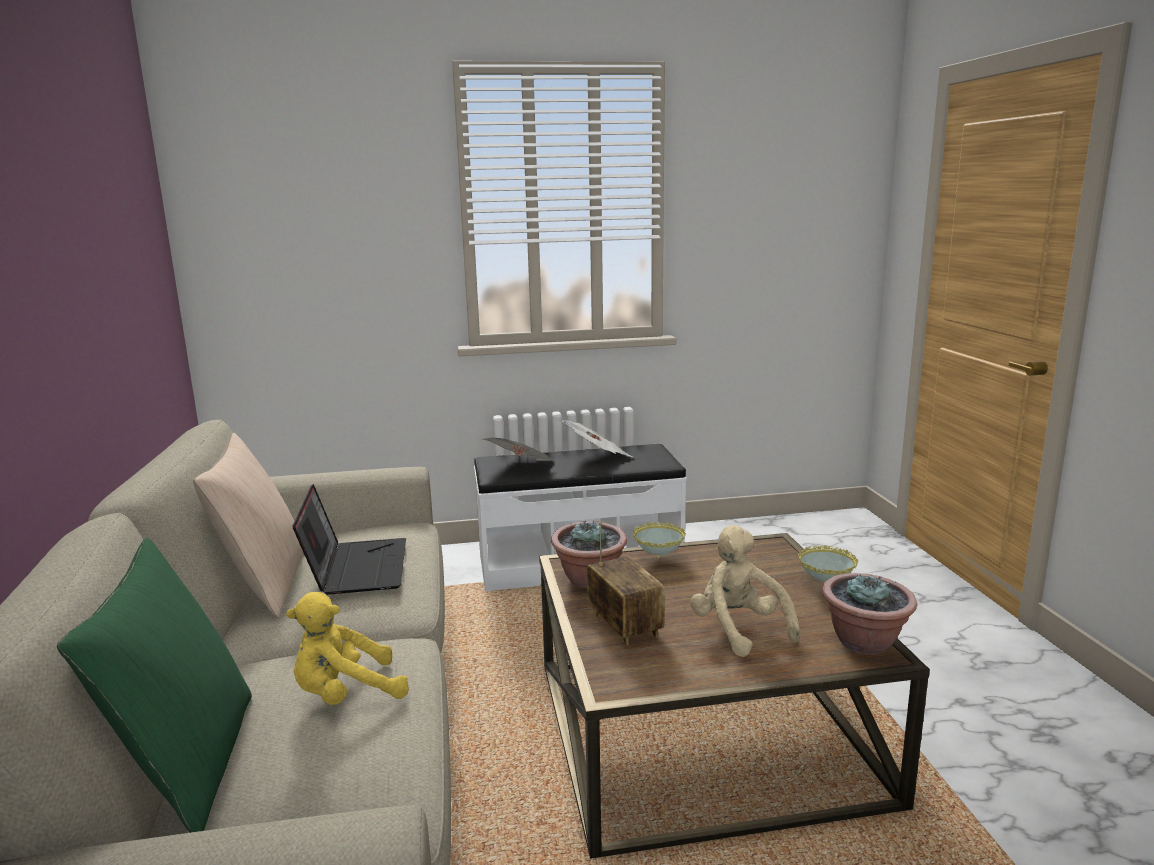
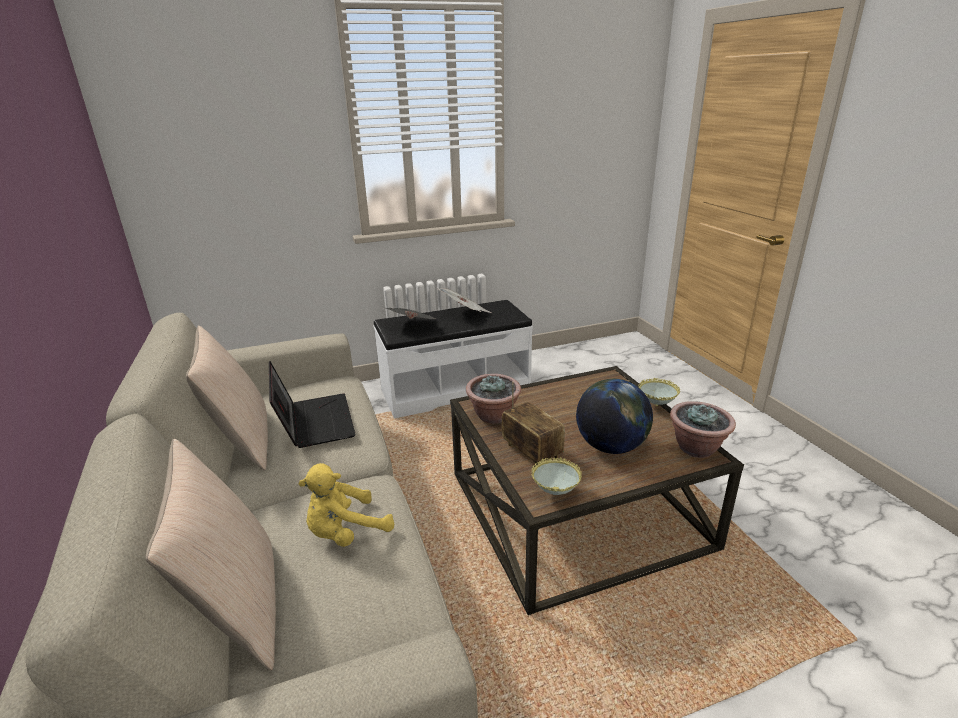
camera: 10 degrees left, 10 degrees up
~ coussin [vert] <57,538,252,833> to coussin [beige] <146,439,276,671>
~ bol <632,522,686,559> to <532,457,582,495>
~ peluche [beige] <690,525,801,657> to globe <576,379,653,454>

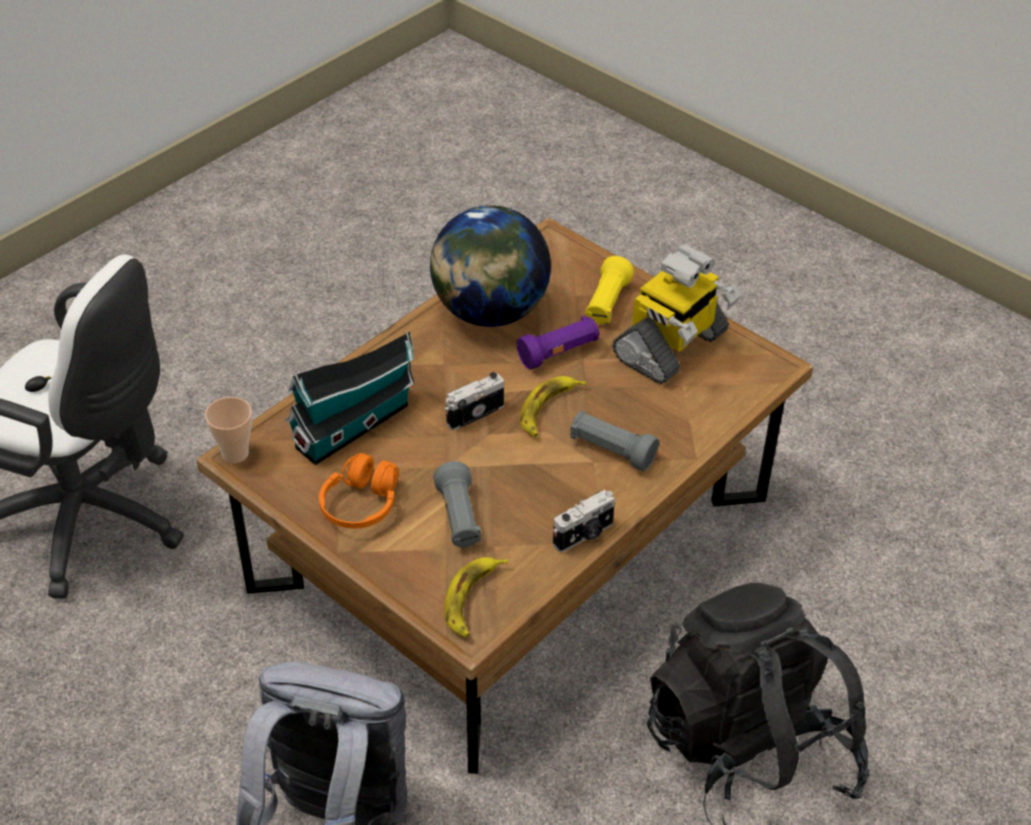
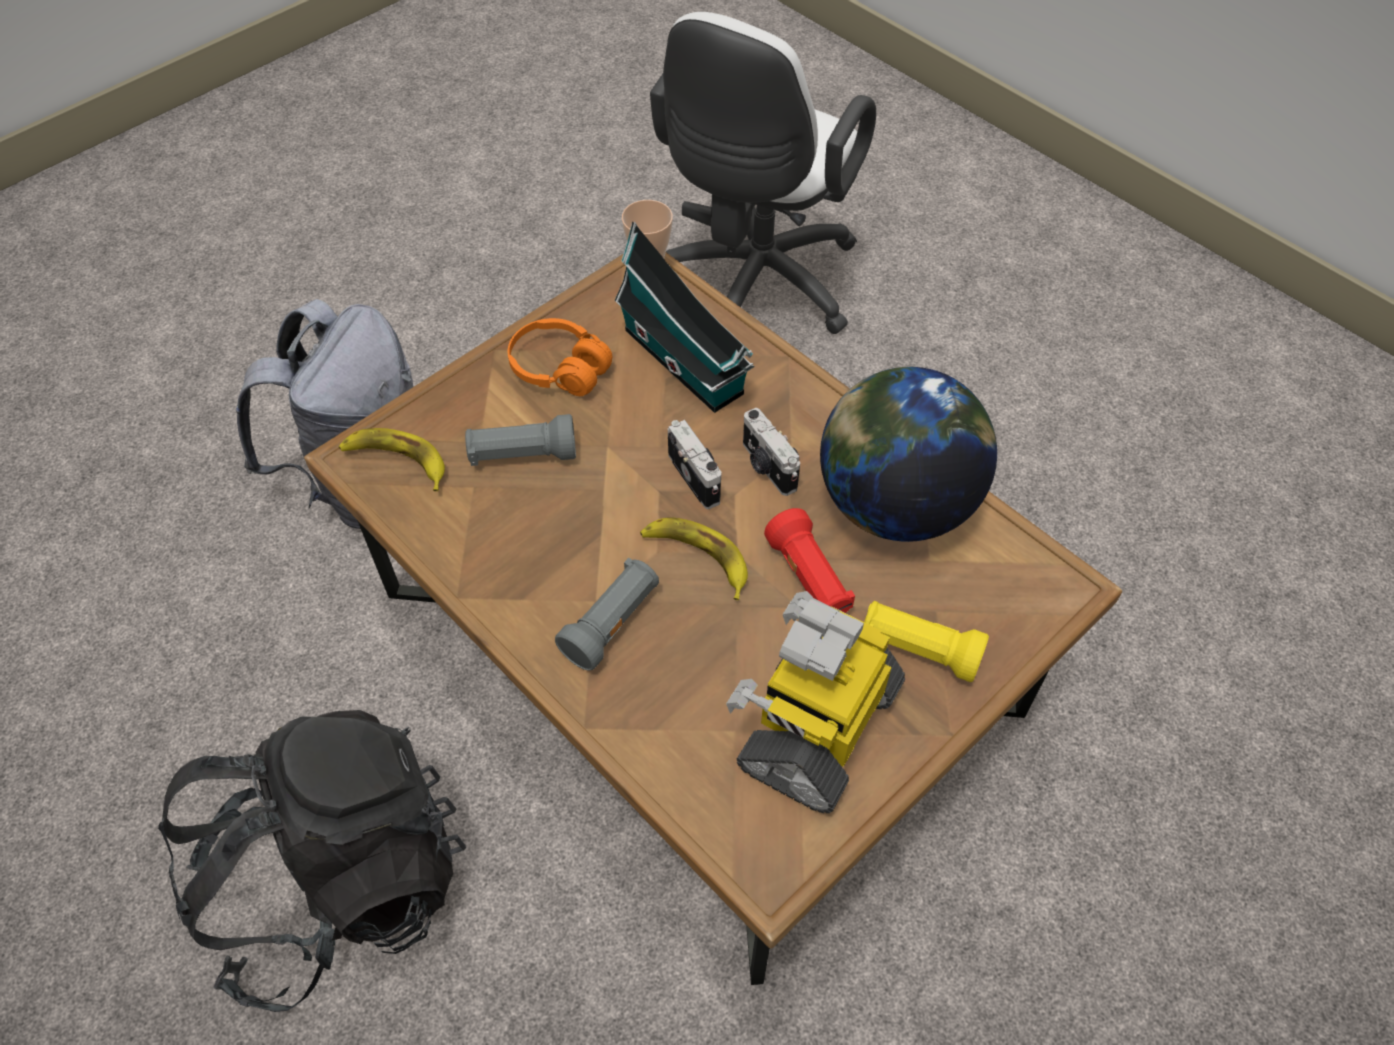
camera: 95 degrees right, 10 degrees up
~ robot jouet <612,244,741,384> = <726,591,905,813> 75 degrees clockwise
~ appareil photo <553,490,615,552> to <743,408,800,496>
~ lampe de poche [violet] <517,315,600,370> to lampe de poche [rouge] <764,508,855,613>

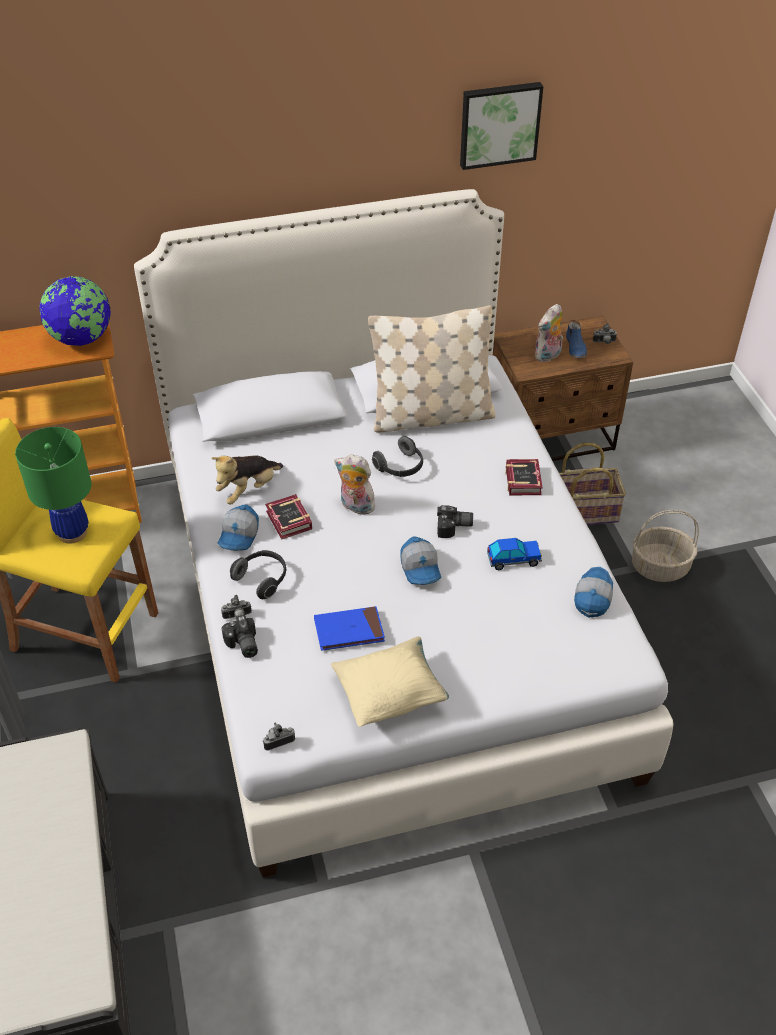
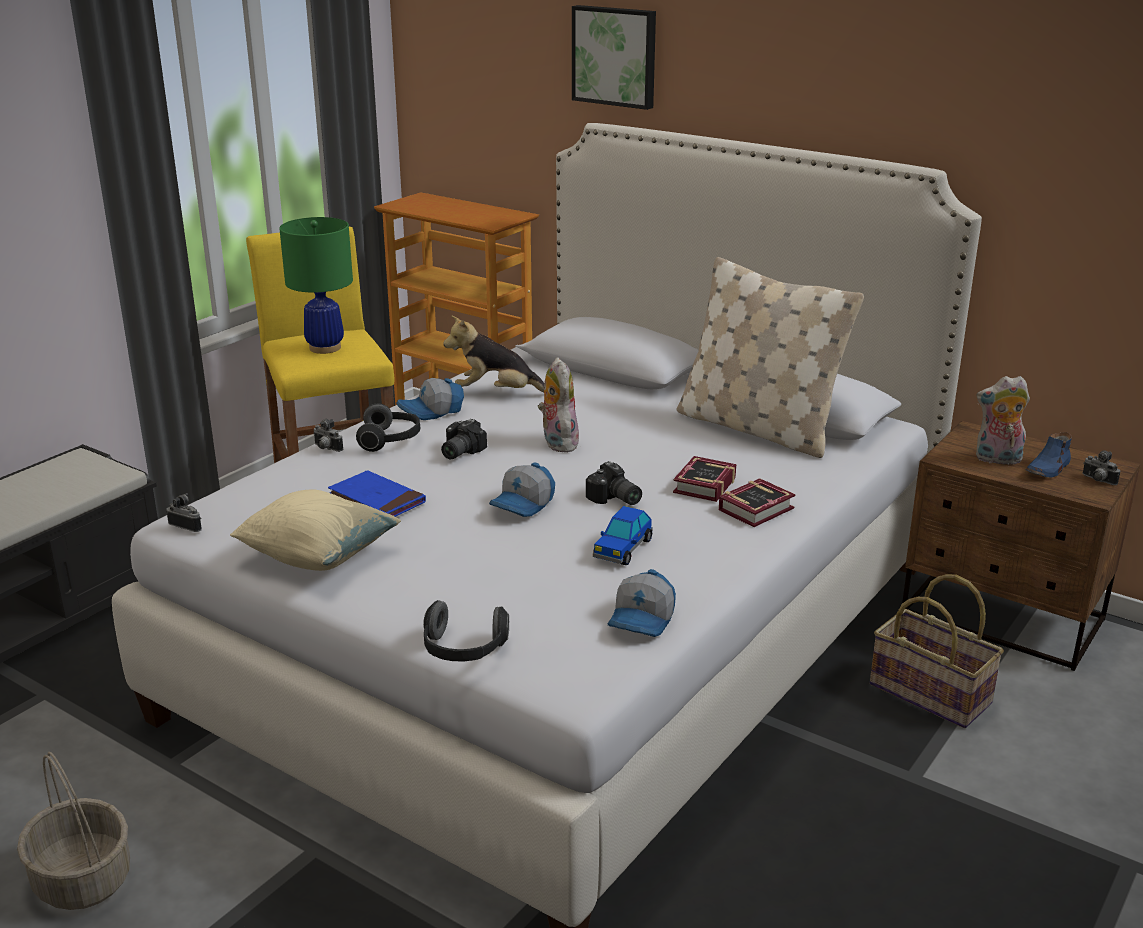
camera: 50 degrees right, 20 degrees down
~ panier <632,510,699,582> to <17,752,130,910>
~ casque audio <372,436,423,477> to <423,600,509,662>
~ appareil photo <222,615,258,658> to <441,419,487,459>
~ tableau <460,82,543,170> to <572,5,656,110>
~ petite voiture <487,538,542,570> = <593,506,652,565> 75 degrees clockwise
~ casquette <574,567,613,618> = <608,569,676,637> 135 degrees clockwise
~ livre <265,494,312,539> to <673,456,736,502>
- globe <40,276,111,346>

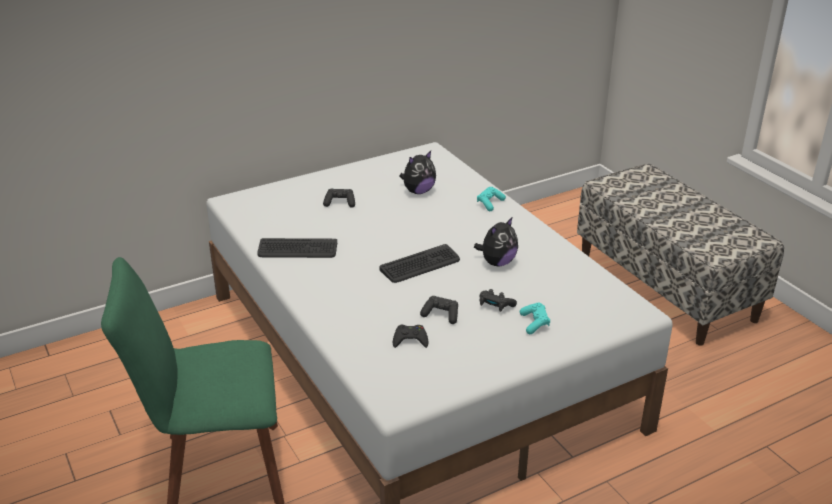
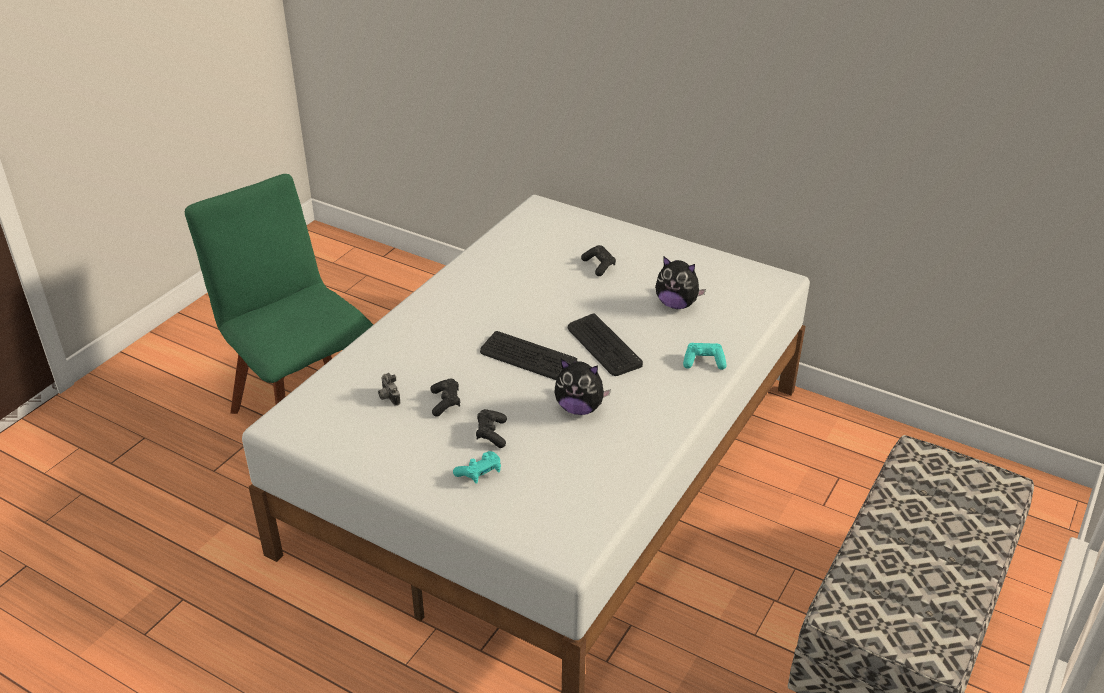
camera: 60 degrees right, 5 degrees up
~ manette [noir] <393,324,429,348> to appareil photo <378,373,401,406>
~ clavier <257,238,337,258> to <568,313,643,376>

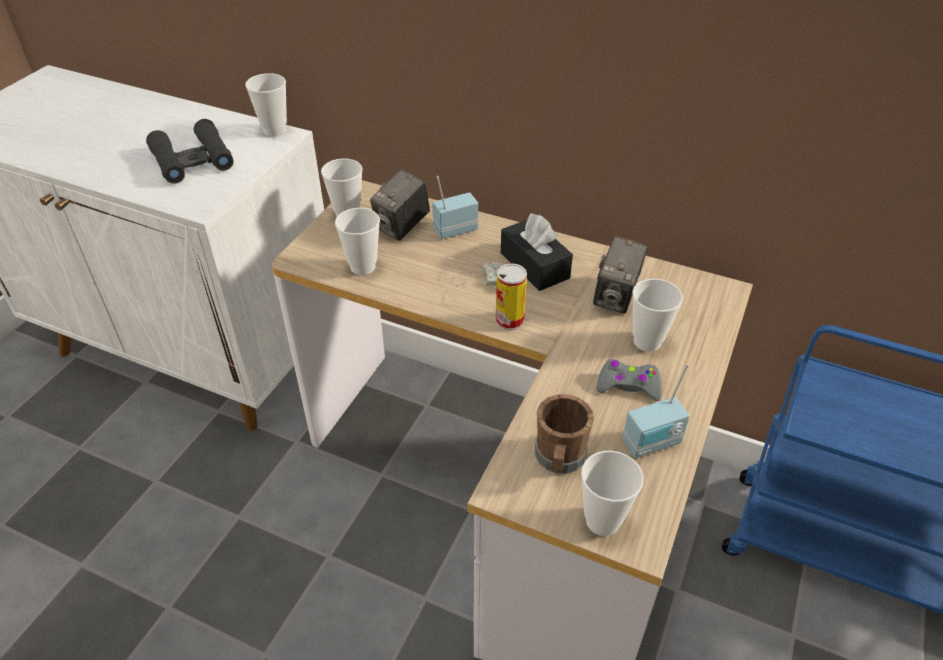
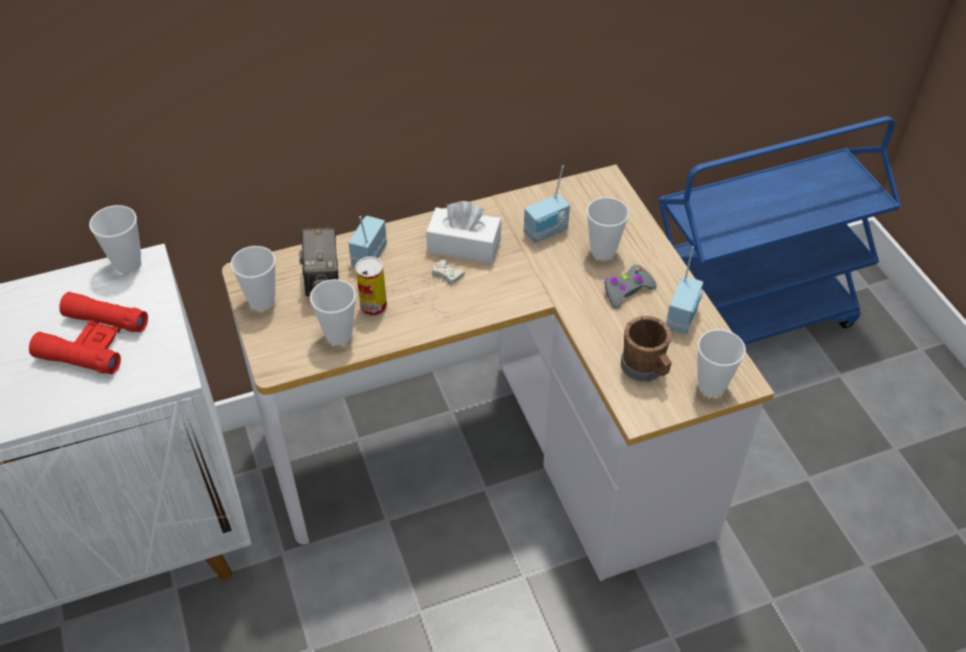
camera: 45 degrees left, 5 degrees up
~ jumelles [noir] <146,119,234,184> to jumelles [rouge] <29,292,148,374>
~ boîte métallique <496,263,527,330> to <355,256,387,317>
~ boîte à mouchoirs [noir] <501,213,573,291> to boîte à mouchoirs [blanc] <426,201,501,263>
~ appareil photo <593,236,648,314> to radio <524,165,570,243>

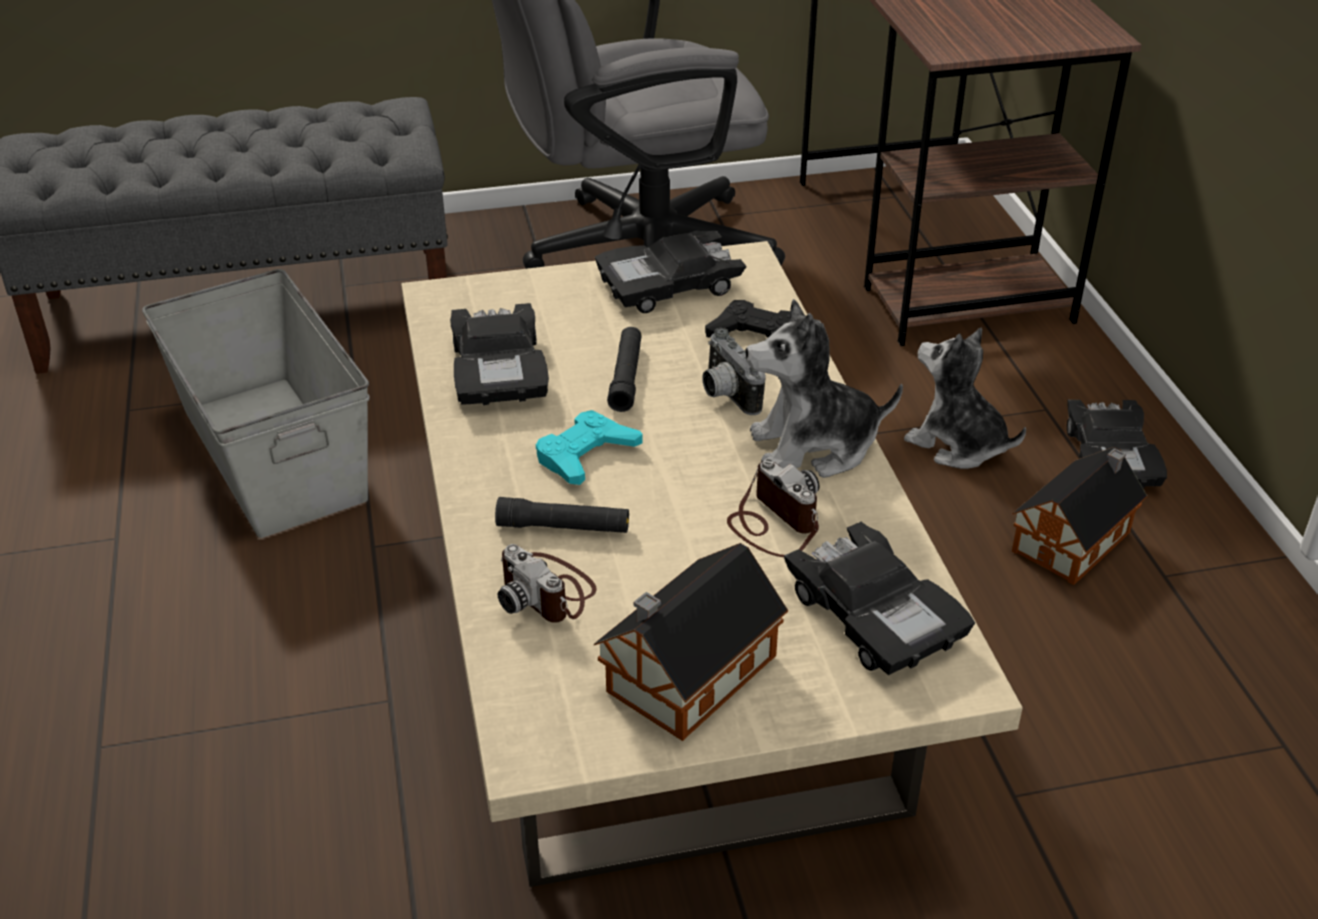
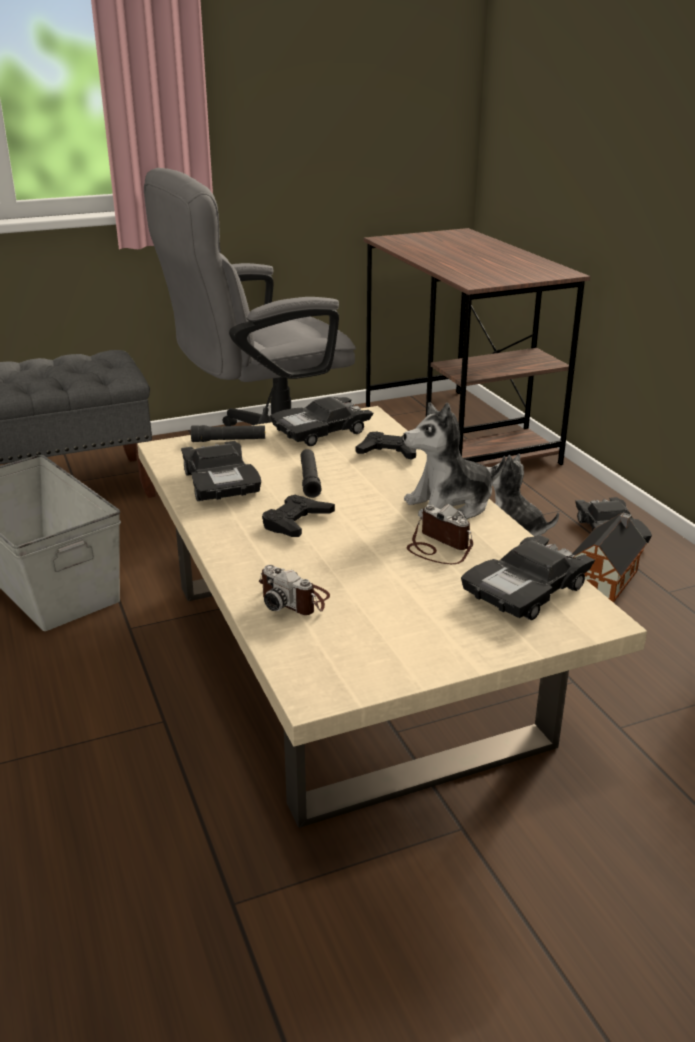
camera: 10 degrees left, 10 degrees down
~ lampe de poche [noir] <495,497,629,533> to <191,425,266,442>
~ manette [turquoise] <536,410,643,485> to manette [noir] <262,495,335,537>
~ petite voiture [noir] <784,522,975,675> = <461,535,595,620> 90 degrees clockwise
- maison miniature <594,543,788,741>
- appareil photo <702,328,766,415>

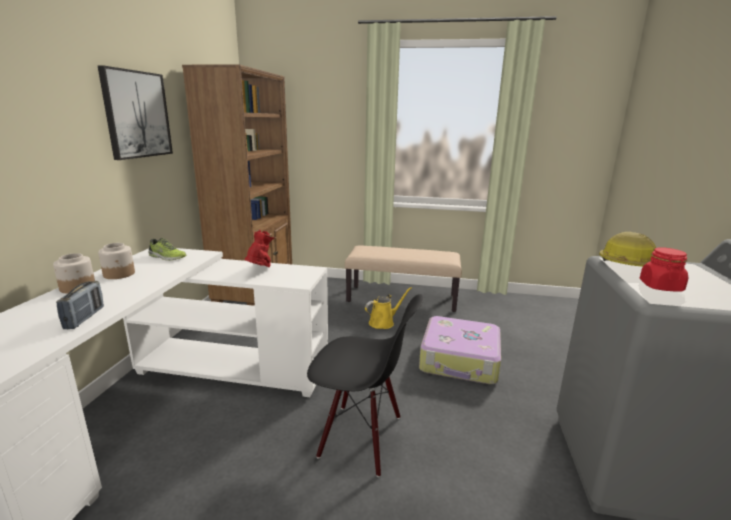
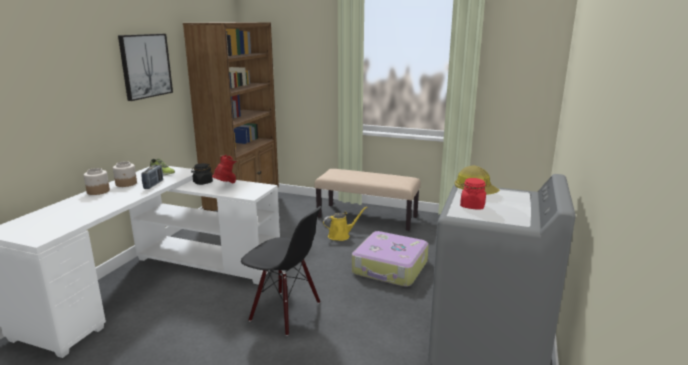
camera: 10 degrees right, 0 degrees up
~ radio <56,281,104,329> to <141,165,163,189>
+ bocal [noir] <191,163,213,185>

